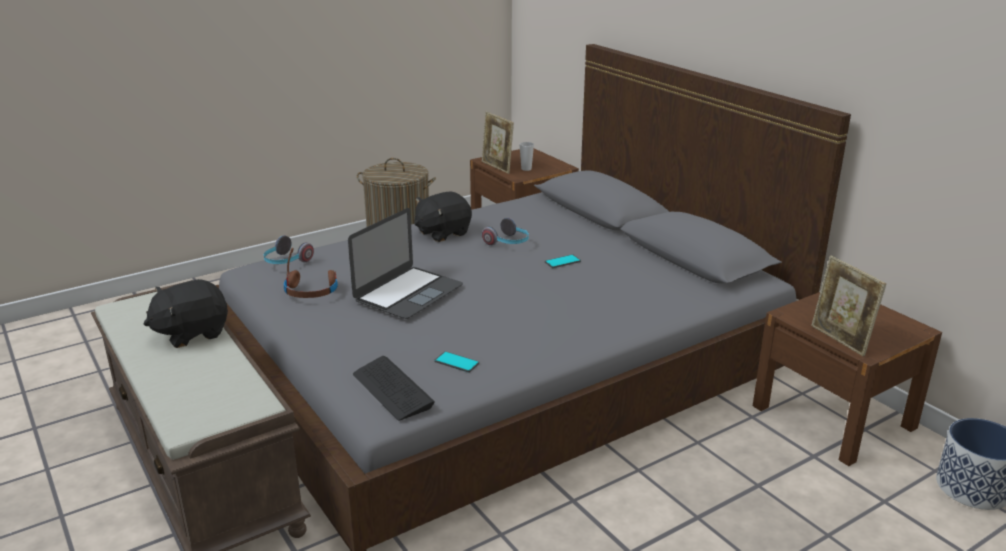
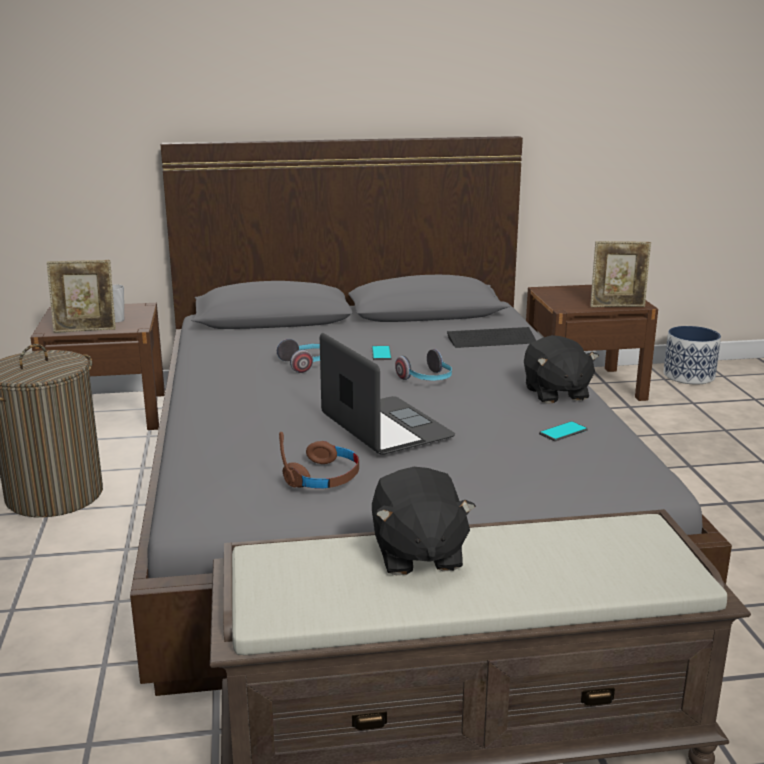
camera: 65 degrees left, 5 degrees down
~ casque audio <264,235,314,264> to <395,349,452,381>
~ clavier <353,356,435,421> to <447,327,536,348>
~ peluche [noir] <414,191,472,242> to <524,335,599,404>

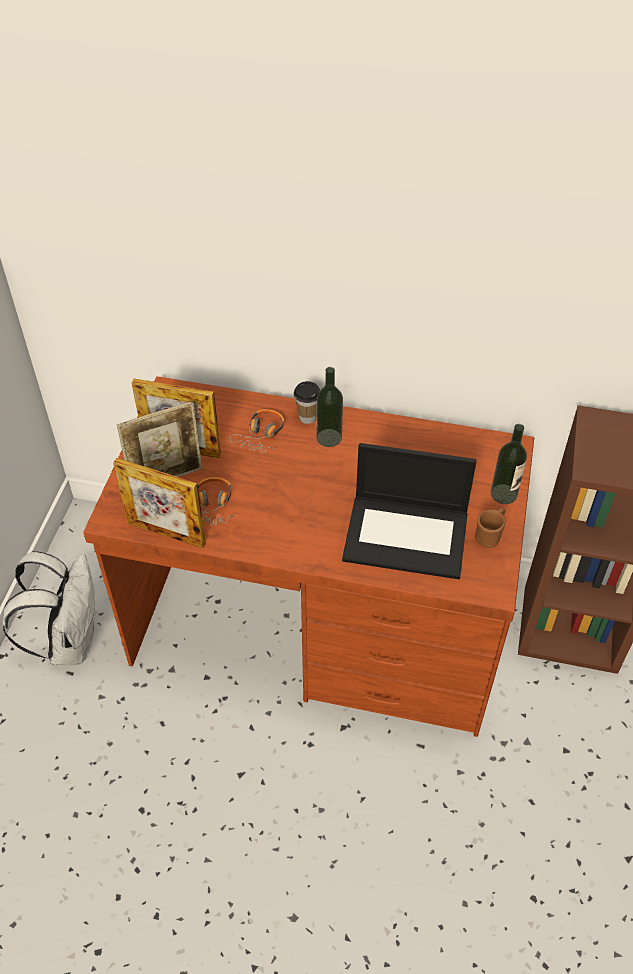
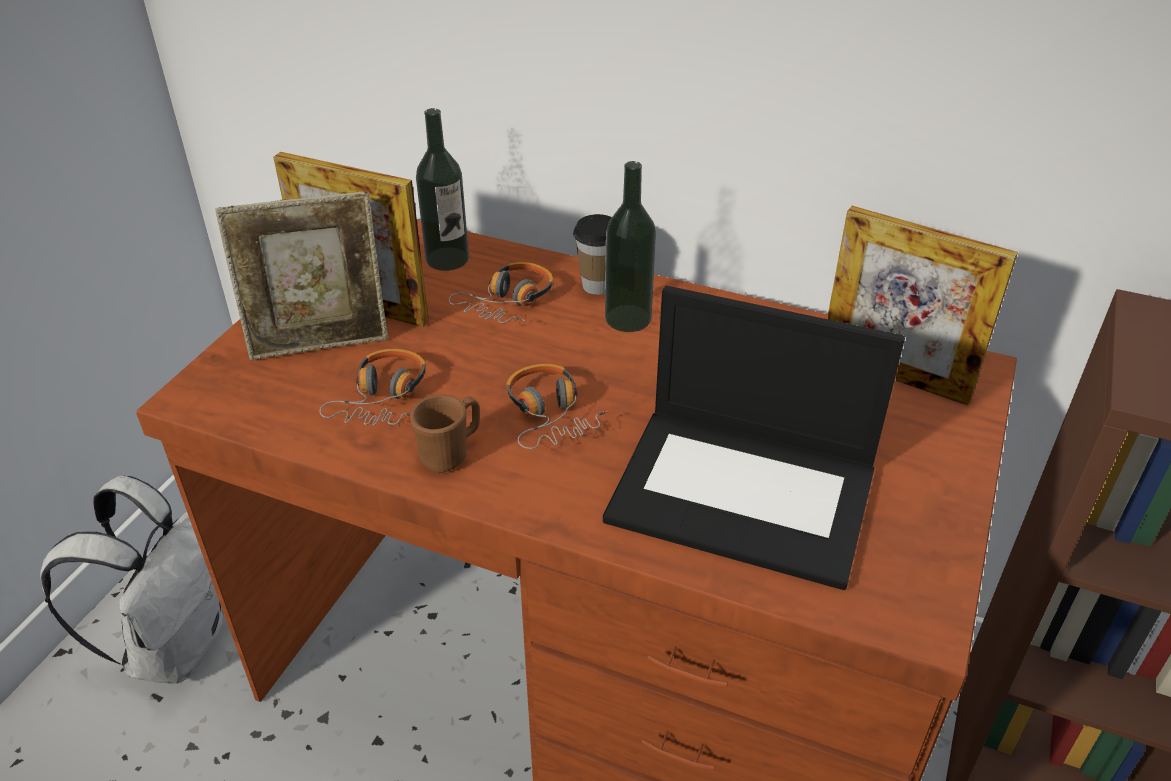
camera: 10 degrees right, 10 degrees down
~ mug [marron] <475,508,506,548> to <410,395,480,473>
~ bouteille <491,424,527,504> to <416,108,469,271>
+ casque audio <506,364,610,449>
~ cadre photo <113,458,206,548> to <827,206,1018,406>

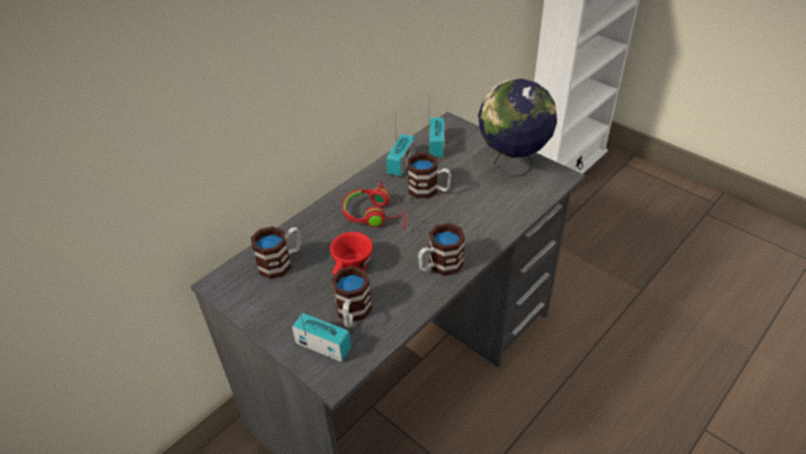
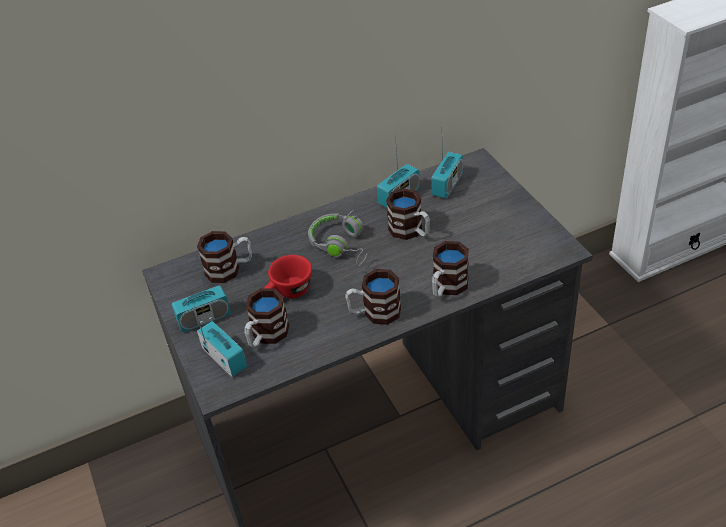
camera: 25 degrees right, 0 degrees up
+ radio <172,254,231,332>
~ casque audio [rouge] <342,181,408,230> to casque audio [gris] <308,210,368,267>
+ mug <432,241,469,298>
- globe <478,79,557,177>

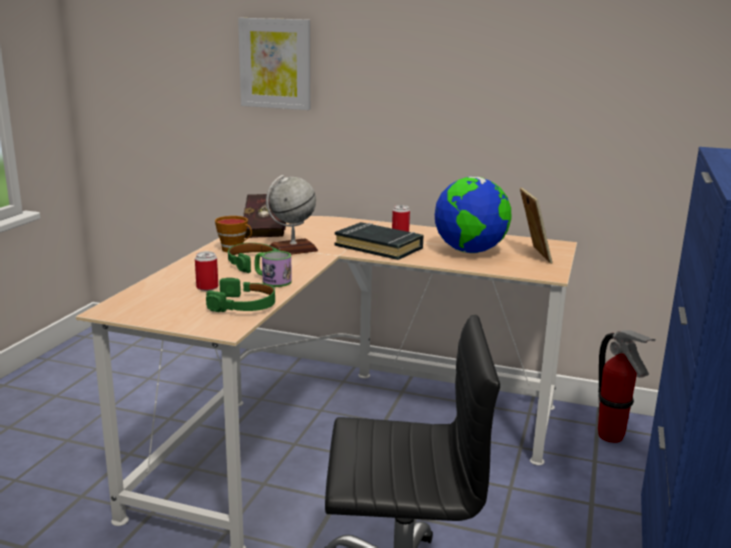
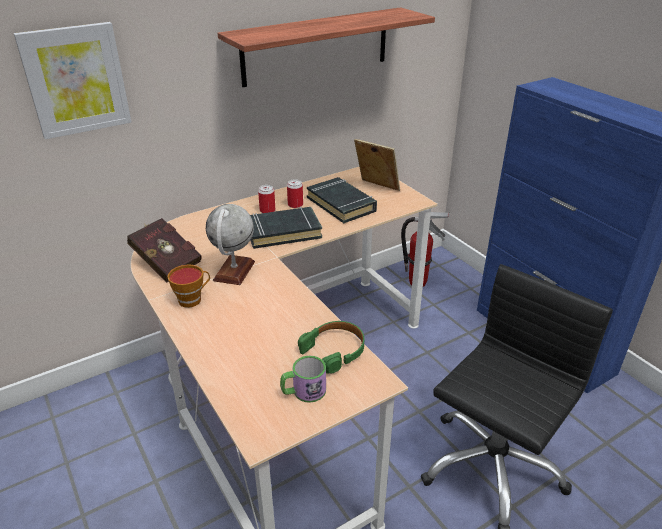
camera: 50 degrees left, 15 degrees up
+ étagère <218,7,435,87>
~ mug <255,251,292,287> to <280,356,326,403>
~ boîte métallique <195,251,218,291> to <287,179,303,208>
~ globe <435,177,512,253> to livre [noir] <307,177,377,223>
- casque audio [vert] <228,243,280,273>

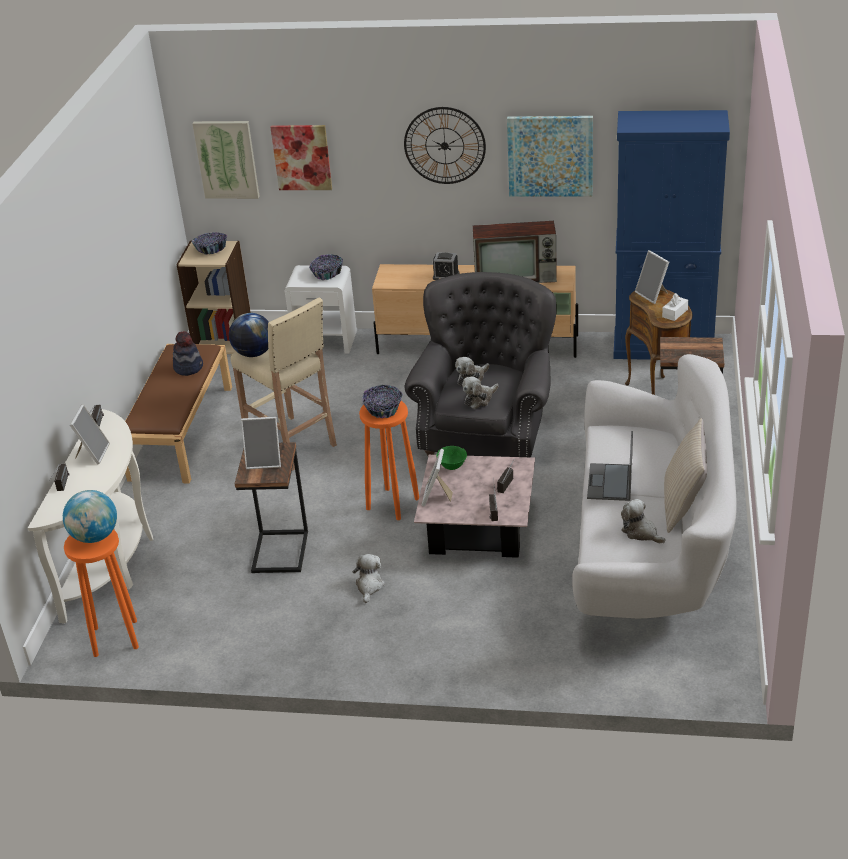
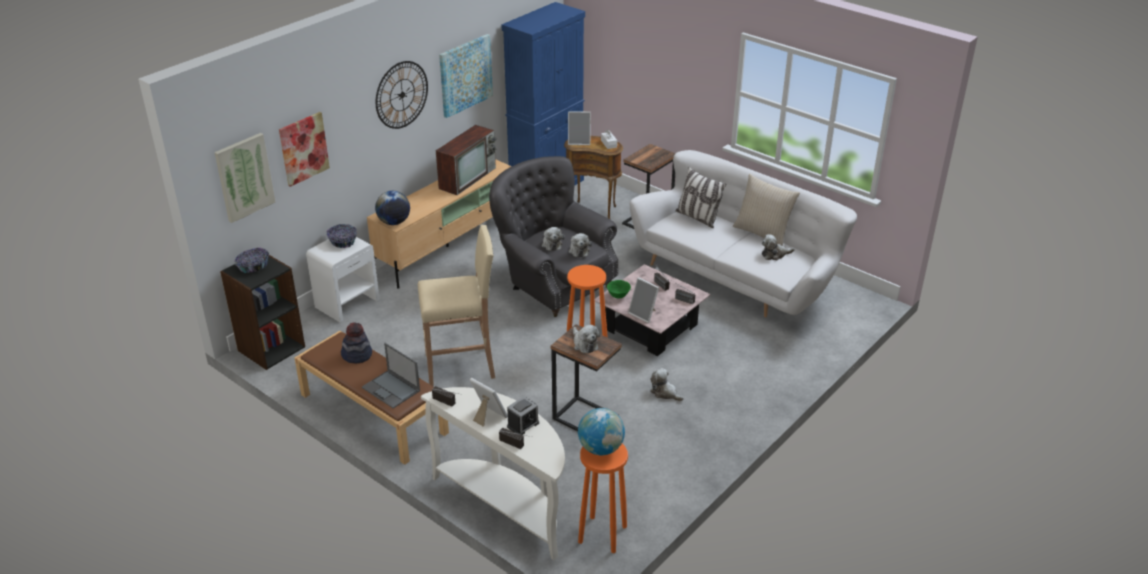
camera: 60 degrees left, 0 degrees up
~ bibliothèque [beige] <176,241,251,354> to bibliothèque [noir] <220,255,305,370>
~ ordinateur portable <587,431,633,501> to <362,343,420,409>
~ globe <229,313,269,357> to <375,191,410,225>
~ réveil <433,252,459,280> to <507,396,539,435>
~ cadre photo <241,417,281,469> to peluche <573,325,600,354>
+ coussin <676,167,726,228>
- bol <362,385,403,418>

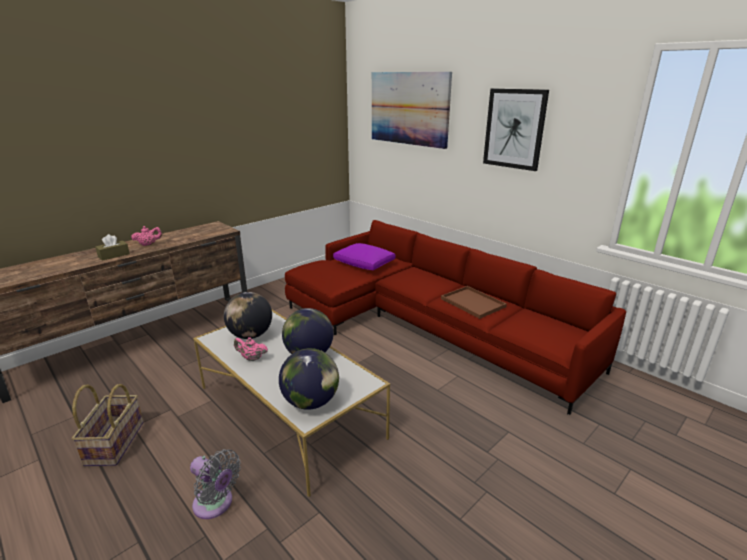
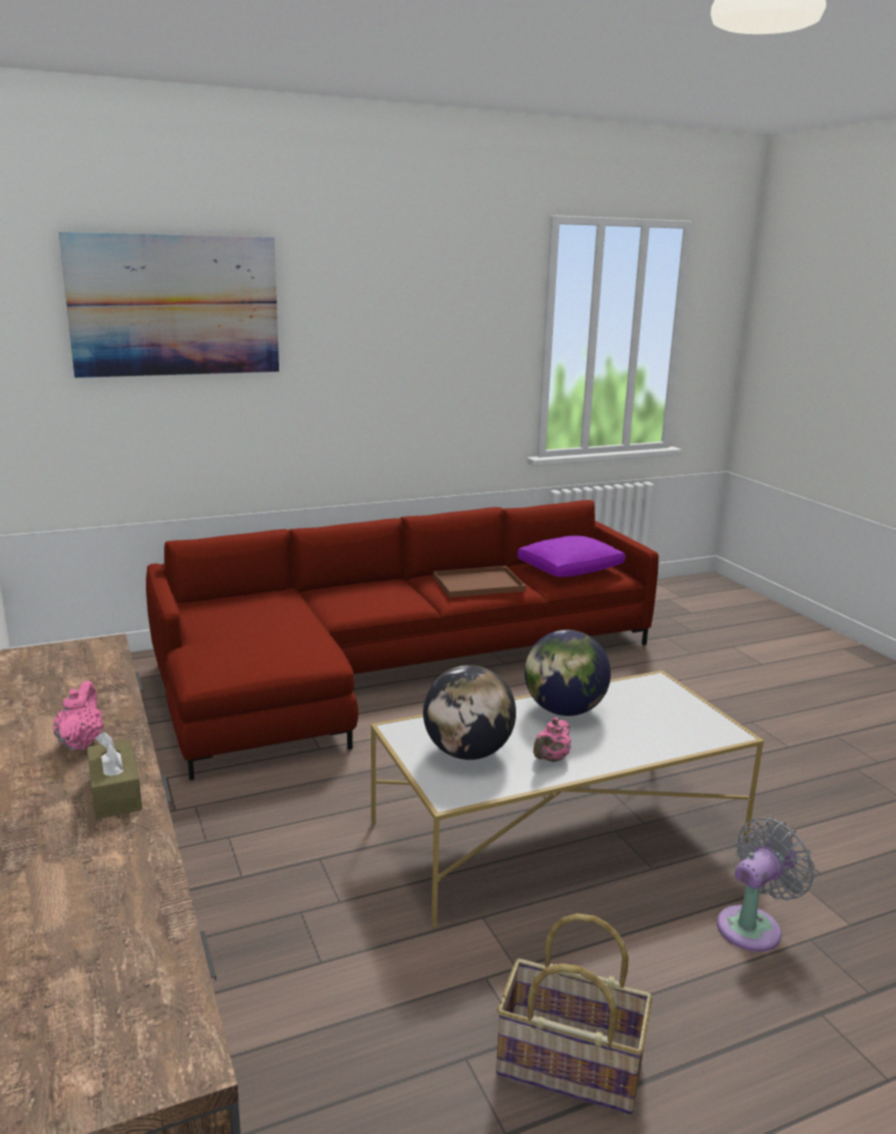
camera: 70 degrees left, 5 degrees down
~ coussin [violet] <333,243,395,270> to <517,536,625,577>
- globe <279,348,339,410>
- tableau <483,88,549,171>

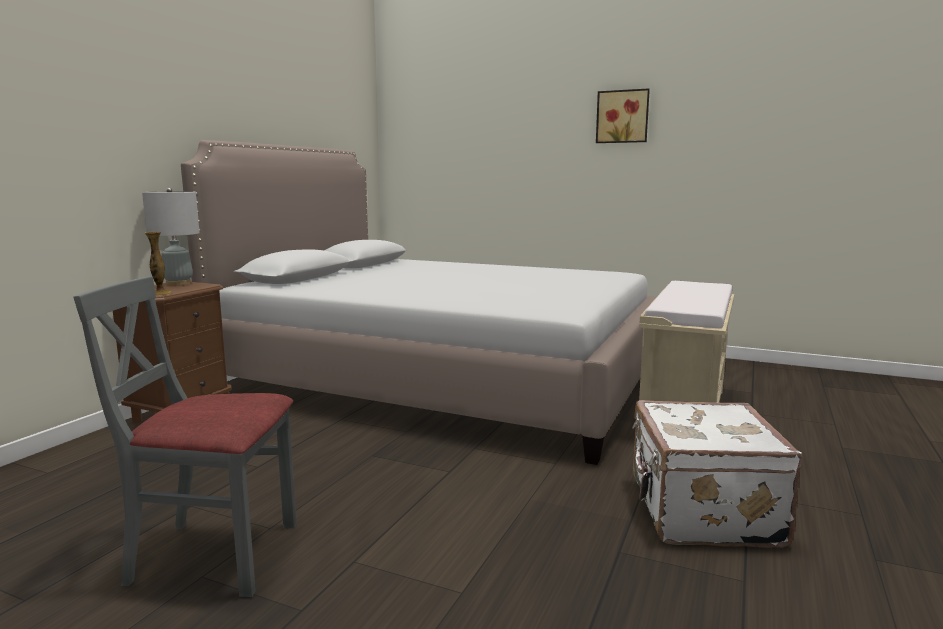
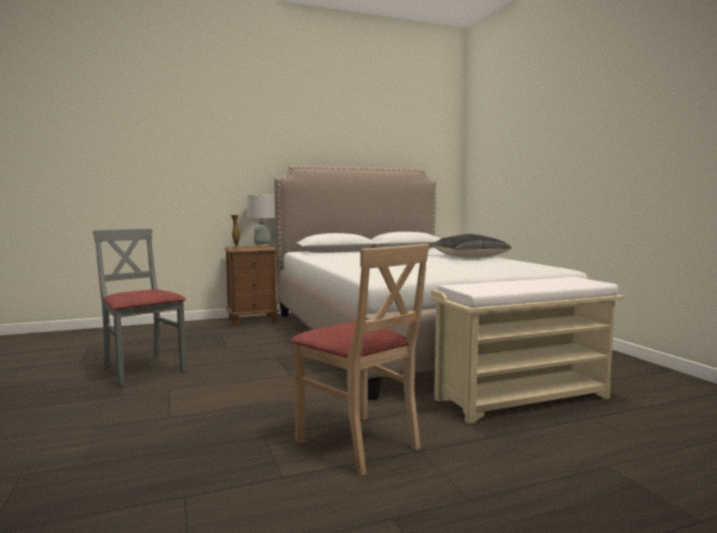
camera: 45 degrees right, 5 degrees down
~ valise [blanc] <632,400,803,548> to chaise [beige] <291,244,429,476>
+ coussin [noir] <430,234,512,258>
- tableau <596,88,650,143>

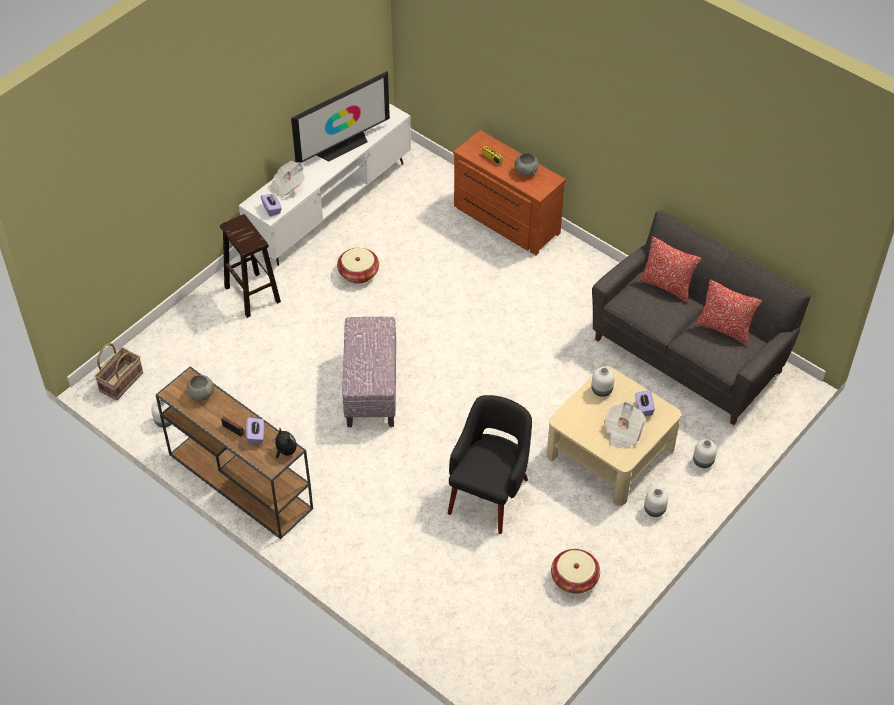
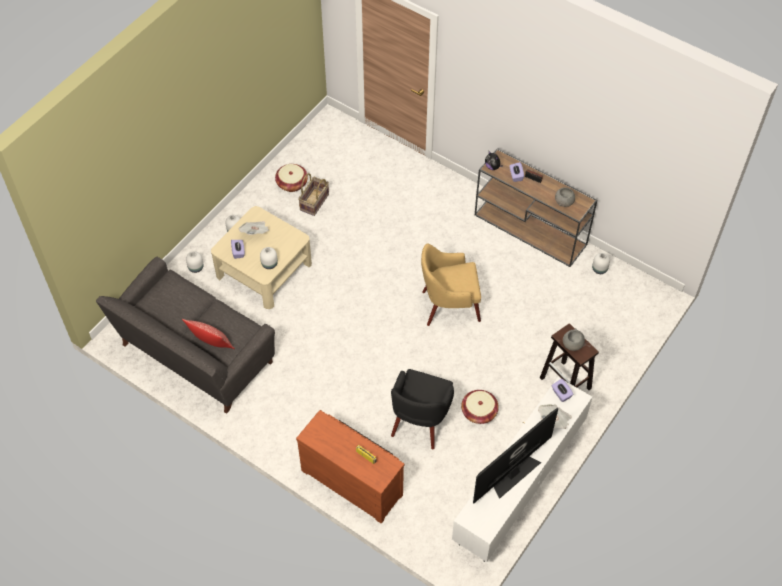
camera: 175 degrees right, 5 degrees up
~ panier <94,343,143,401> to <298,173,329,216>
~ fauteuil [noir] <448,395,532,534> to <391,369,454,450>
~ pouf <342,317,396,427> to fauteuil [jaune] <421,243,481,326>
~ bol [gris] <514,153,539,176> to <563,328,585,351>
- coussin <696,279,762,346>

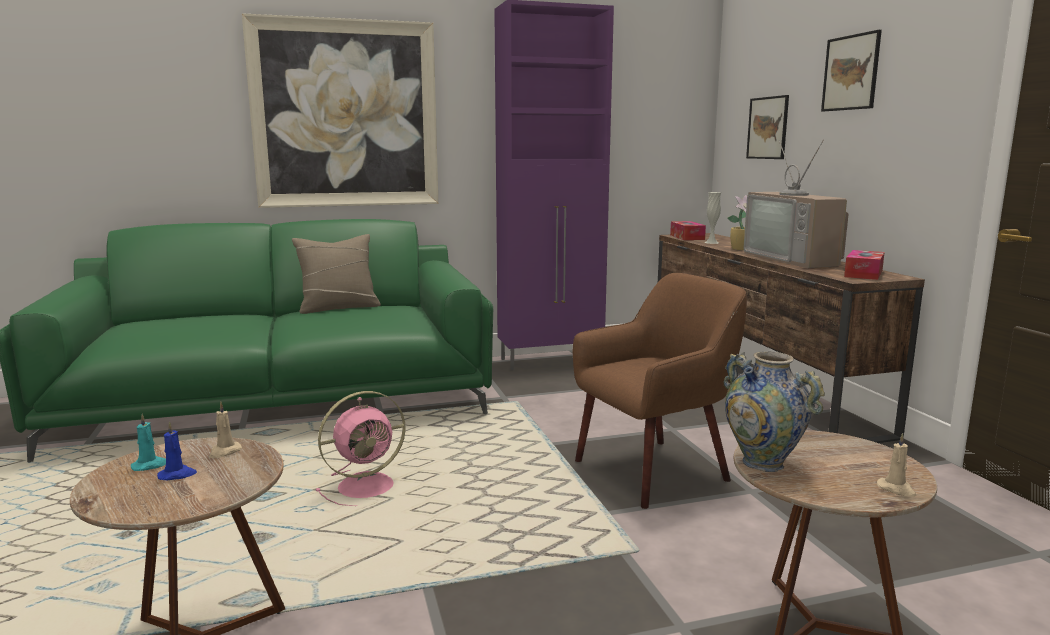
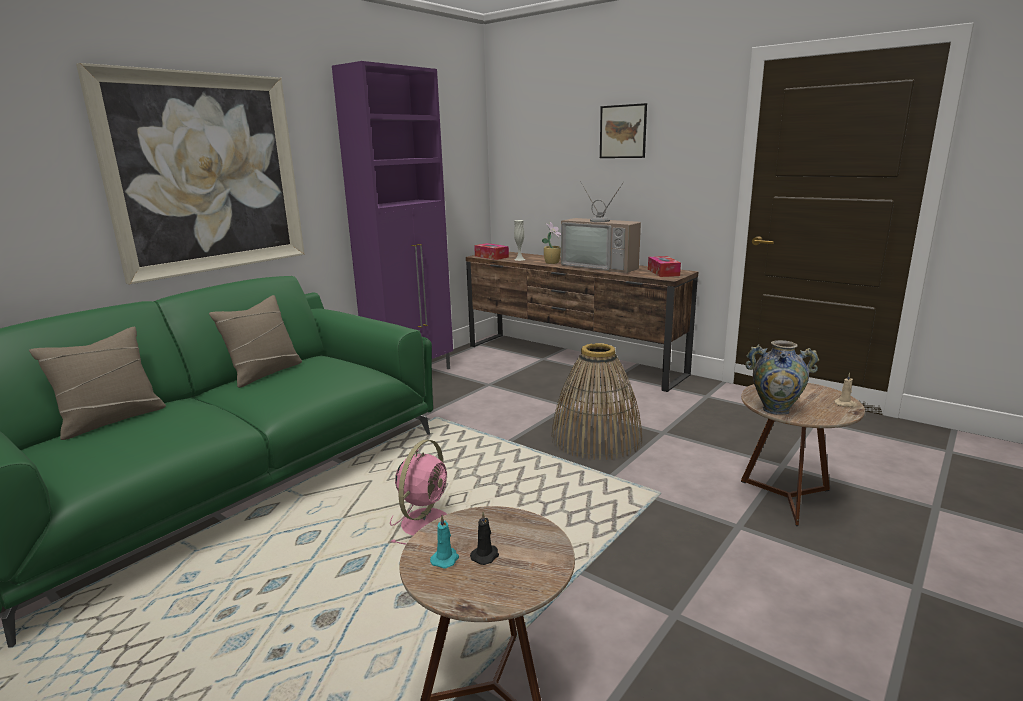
camera: 35 degrees left, 5 degrees up
+ coussin [beige] <29,327,166,440>
~ bougie [bleu] <157,421,197,480> to bougie [noir] <470,512,499,565>
~ fauteuil [marron] <573,273,747,509> to panier <552,343,642,460>
- bougie [beige] <209,401,242,458>
- tableau <746,95,789,159>

